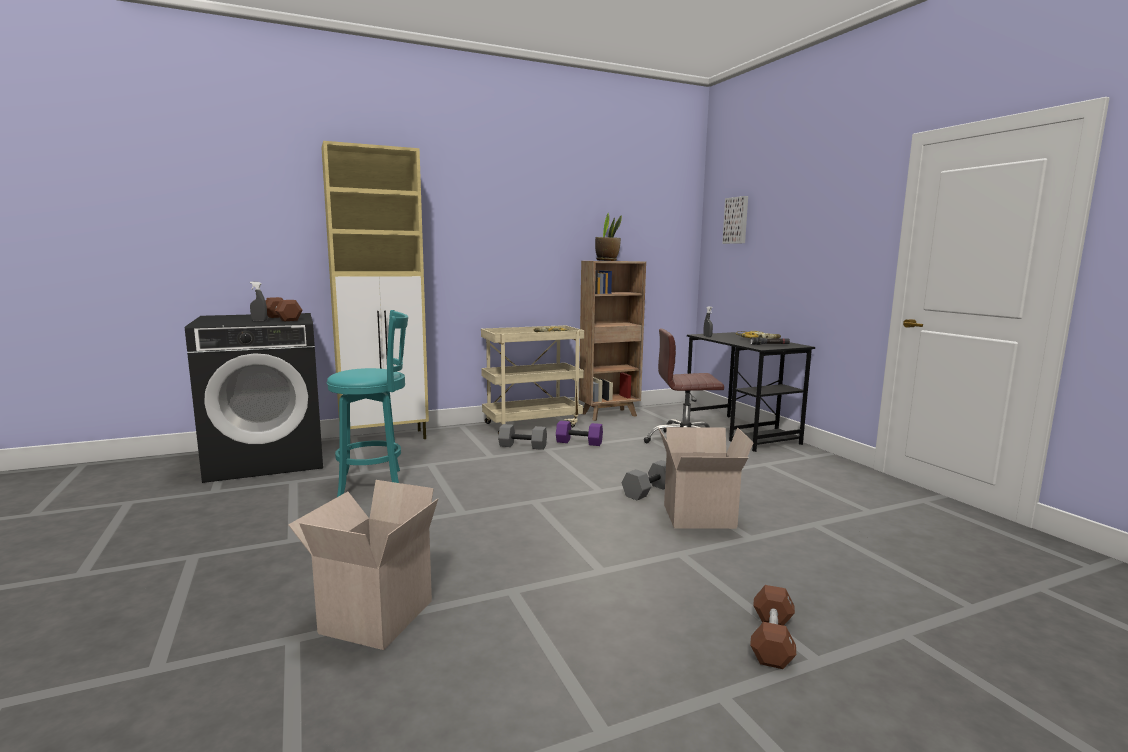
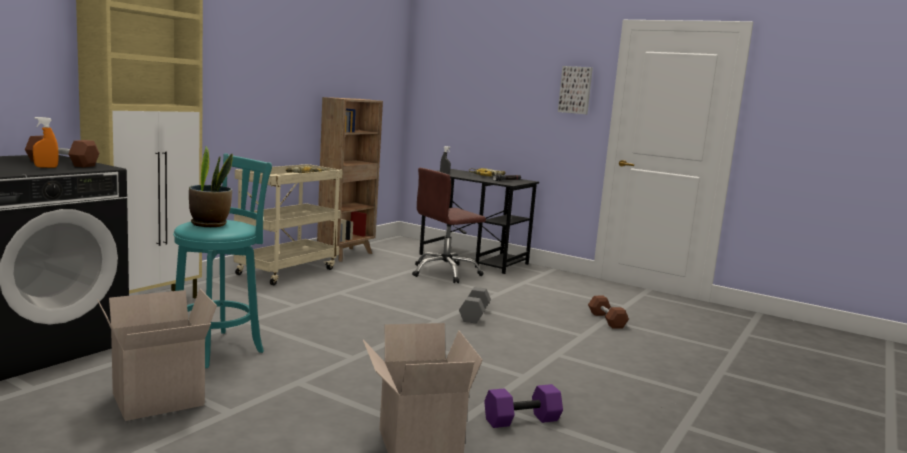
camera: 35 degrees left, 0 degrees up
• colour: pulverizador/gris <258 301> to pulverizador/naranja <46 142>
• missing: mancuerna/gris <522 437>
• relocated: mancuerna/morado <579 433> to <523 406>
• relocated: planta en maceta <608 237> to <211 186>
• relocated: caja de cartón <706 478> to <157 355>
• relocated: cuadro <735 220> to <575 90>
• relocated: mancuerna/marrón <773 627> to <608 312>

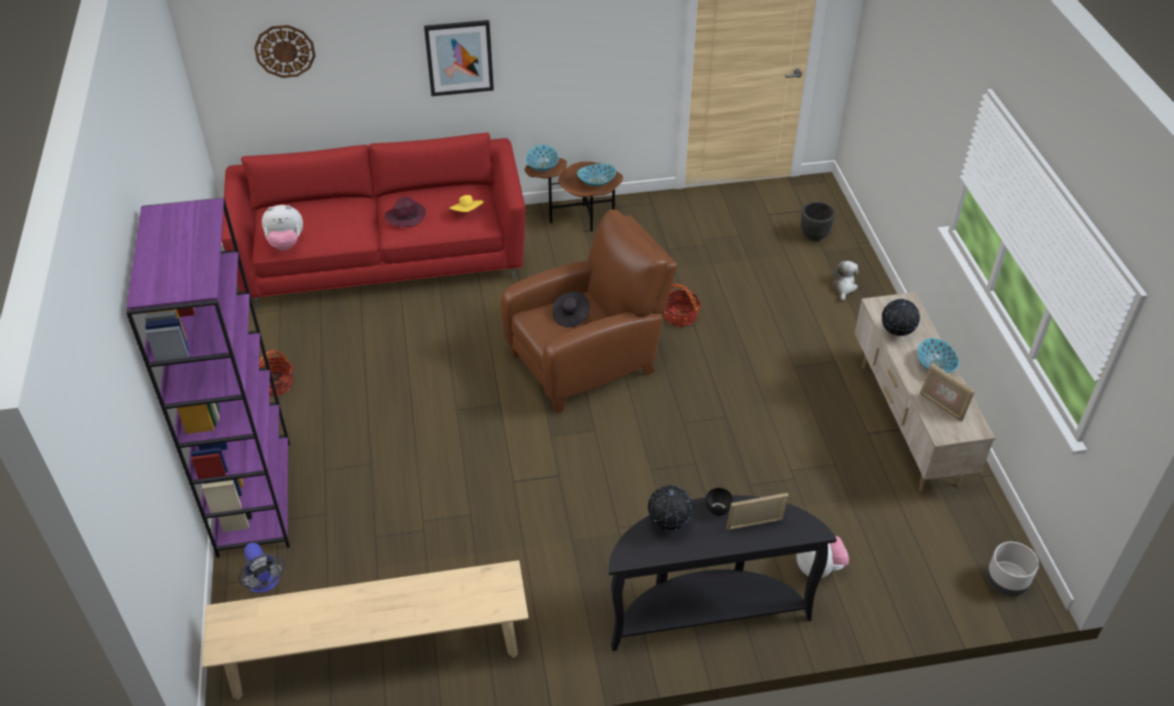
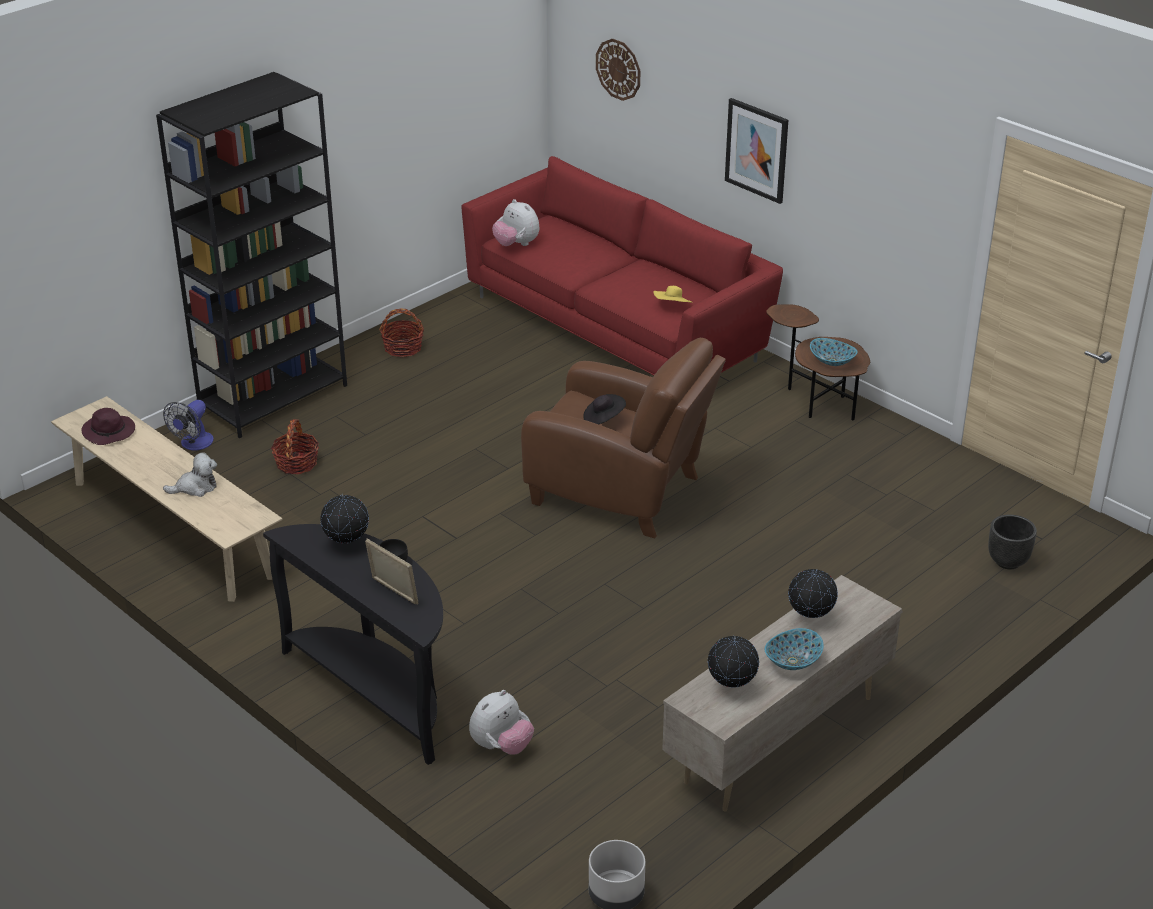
camera: 55 degrees right, 10 degrees down
• colour: estantería/morado <208 377> to estantería/negro <251 255>
• relocated: sombrero/morado <405 212> to <108 426>
• missing: cuenco <542 158>
• relocated: cesta <682 305> to <295 446>
• relocated: peluche <845 281> to <190 474>
• exchanged: portarretratos <947 393> to globo terráqueo <733 661>

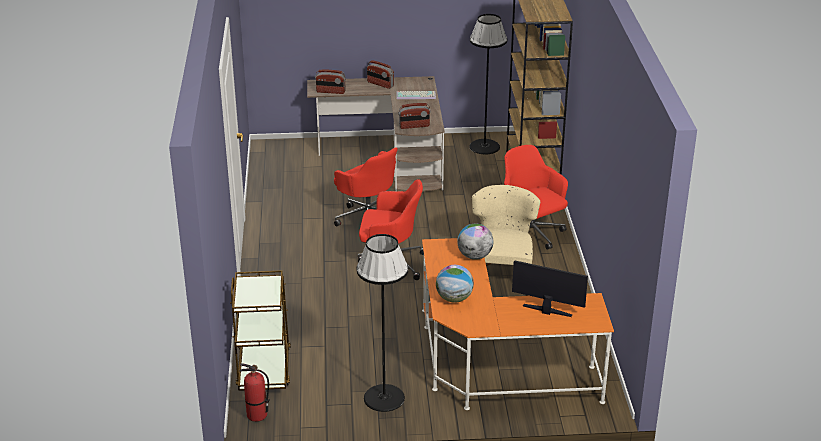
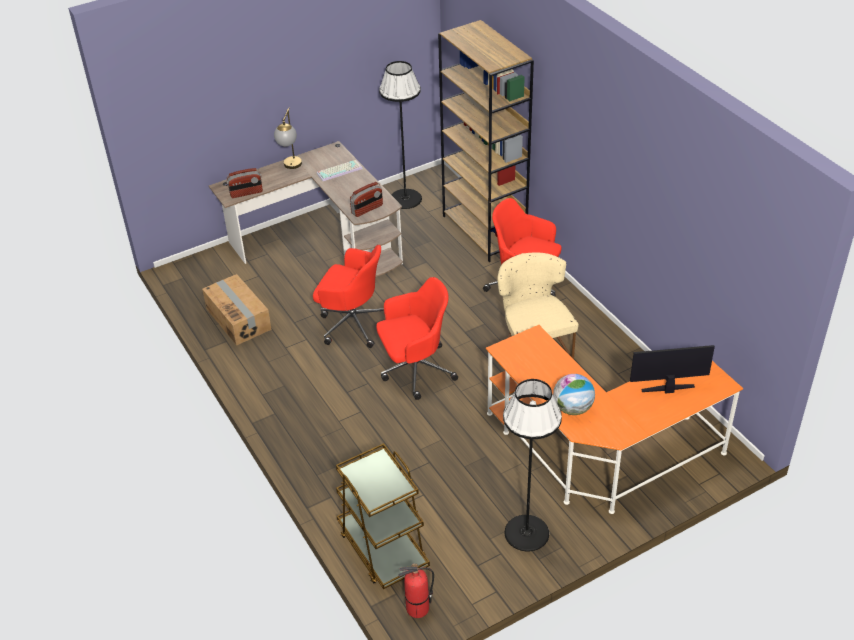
camera: 25 degrees left, 10 degrees up
• exchanged: radio <380 74> to lámpara de mesa <288 138>
• missing: globo terráqueo <475 241>
• appeared: caja de cartón <237 309>

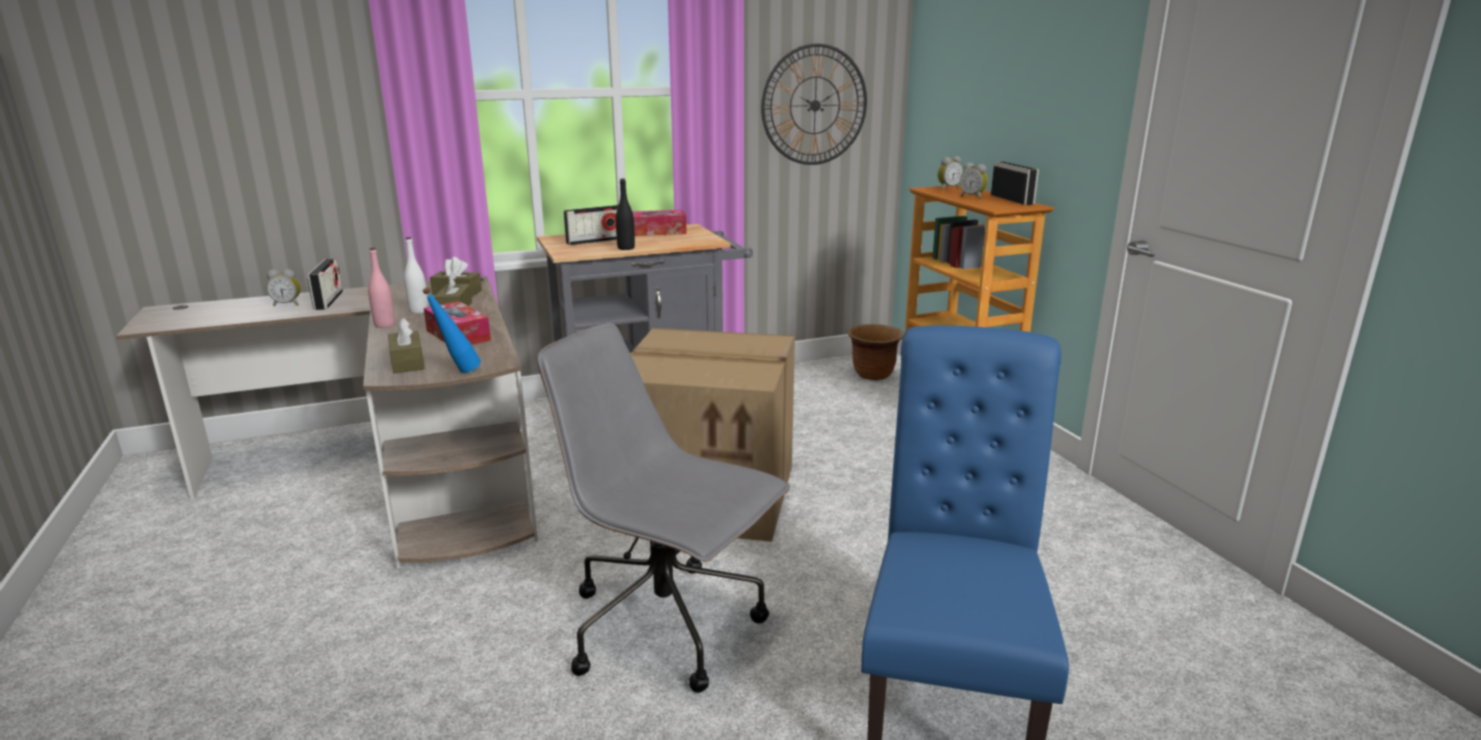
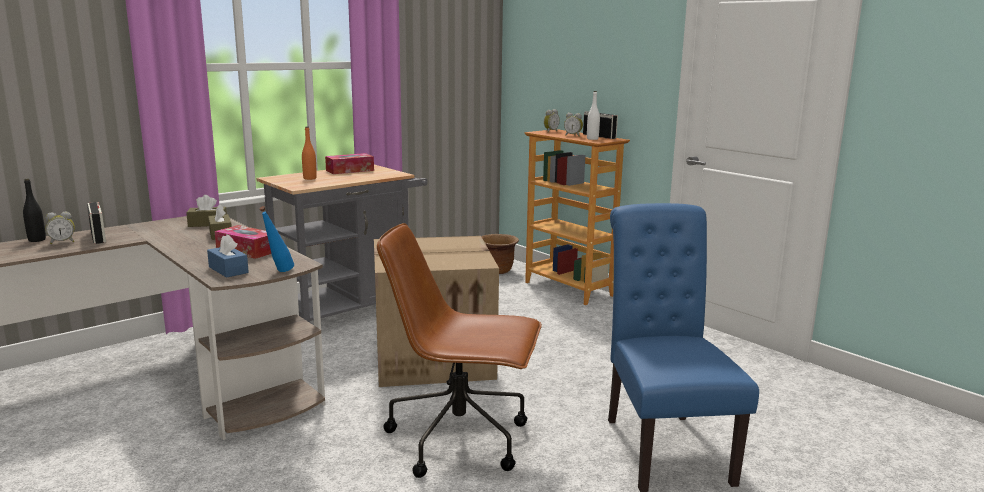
camera: 20 degrees left, 5 degrees down
• missing: botella/rosa <381 288>
• colour: caja de pañuelos/marrón <406 345> to caja de pañuelos/azul <228 256>
• relocated: botella/blanco <416 275> to <593 115>
• colour: silla de oficina/gris <663 508> to silla de oficina/marrón <459 350>
• exchanged: radio <591 225> to botella/naranja <309 153>
• relocated: botella/negro <625 214> to <34 210>
• missing: reloj de pared <814 104>

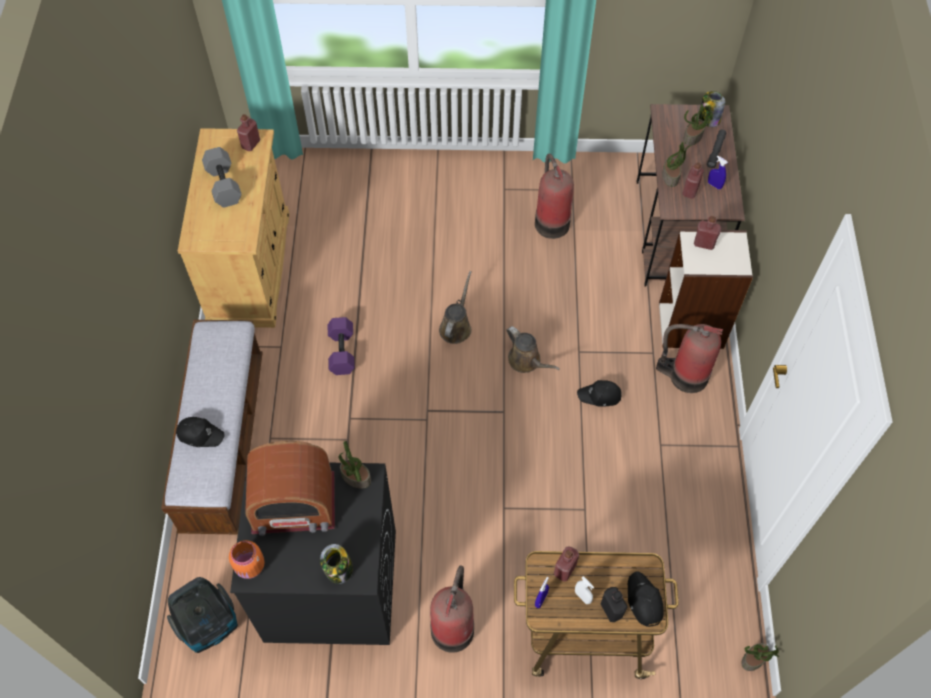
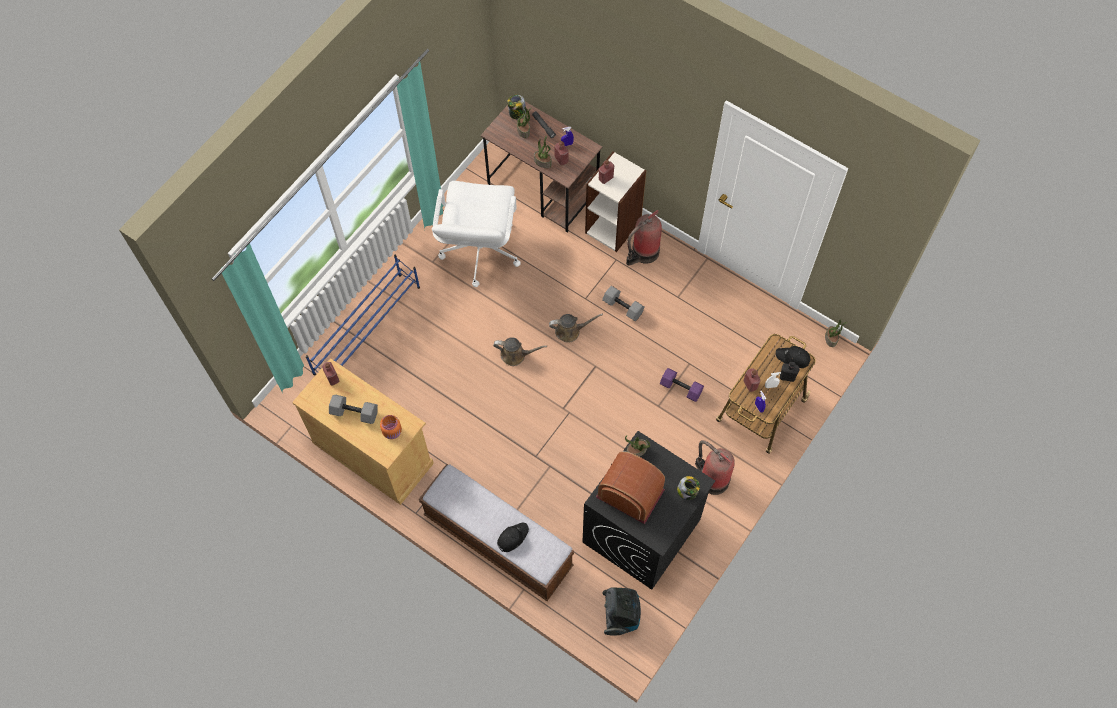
camera: 55 degrees left, 5 degrees up
• relocated: tarro/naranja <247 559> to <391 427>
• spun: radio <290 488> = <630 487> 90 degrees counterclockwise
• relocated: mancuerna/morado <341 346> to <682 385>
• spun: regadera/marrón <455 307> = <520 351> 135 degrees clockwise
• exchanged: extintor <554 196> to silla de oficina/blanco <476 234>
• exchanged: gorra/negro <599 393> to mancuerna/gris <623 303>
• appeared: zapatero/azul <363 315>

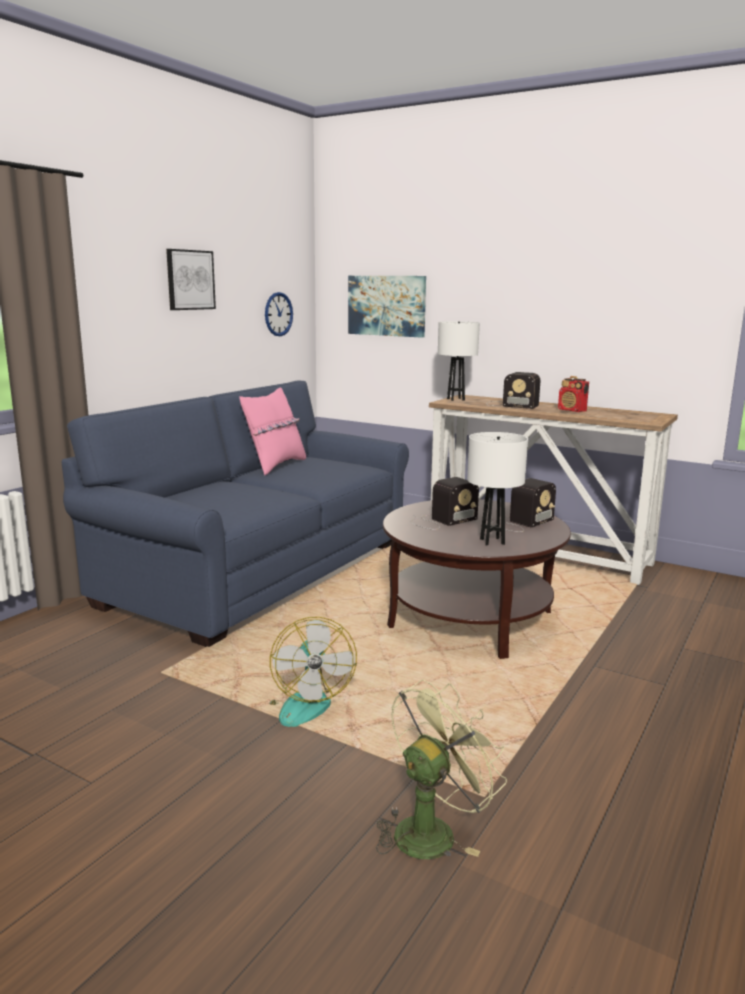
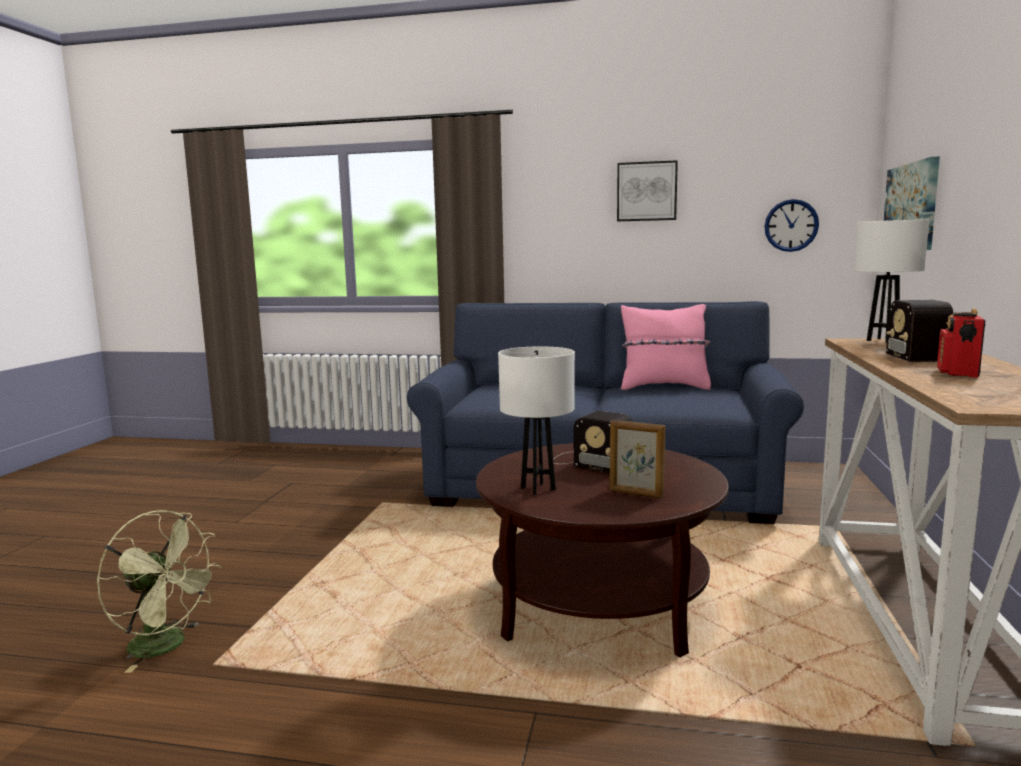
camera: 70 degrees right, 5 degrees down
• missing: ventilador <313 672>
• exchanged: radio <523 505> to portarretratos <637 459>

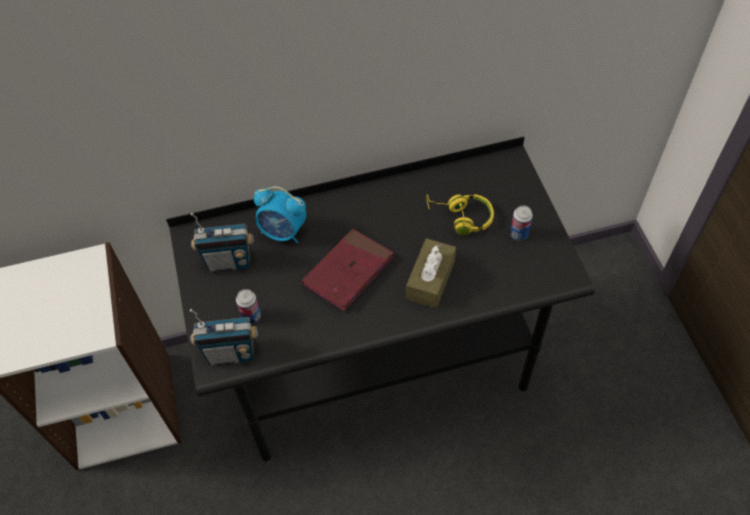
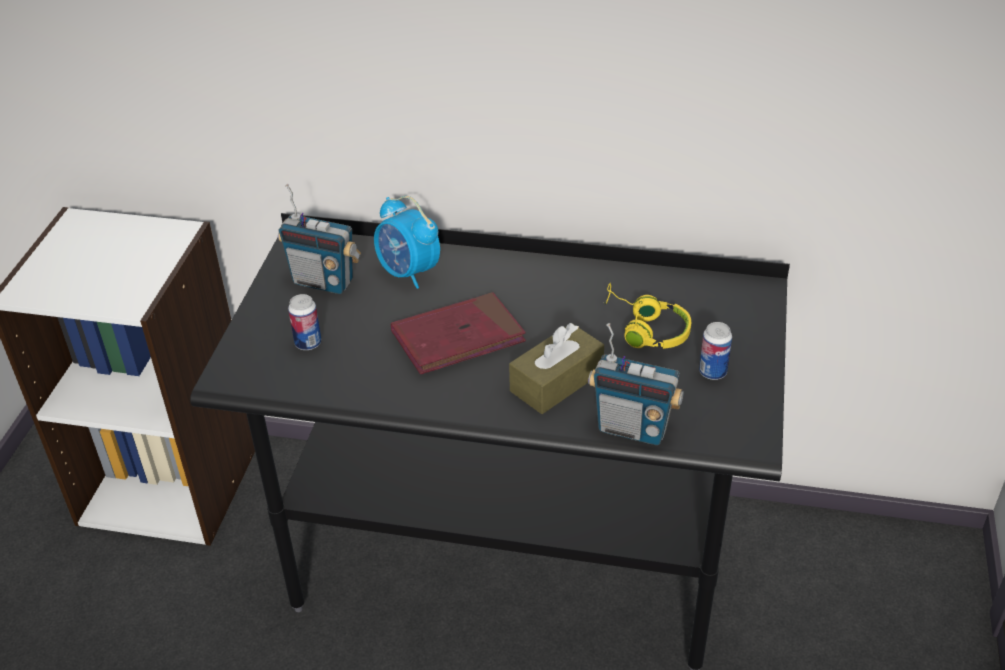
camera: 25 degrees right, 15 degrees down
• relocated: radio <224 337> to <636 384>

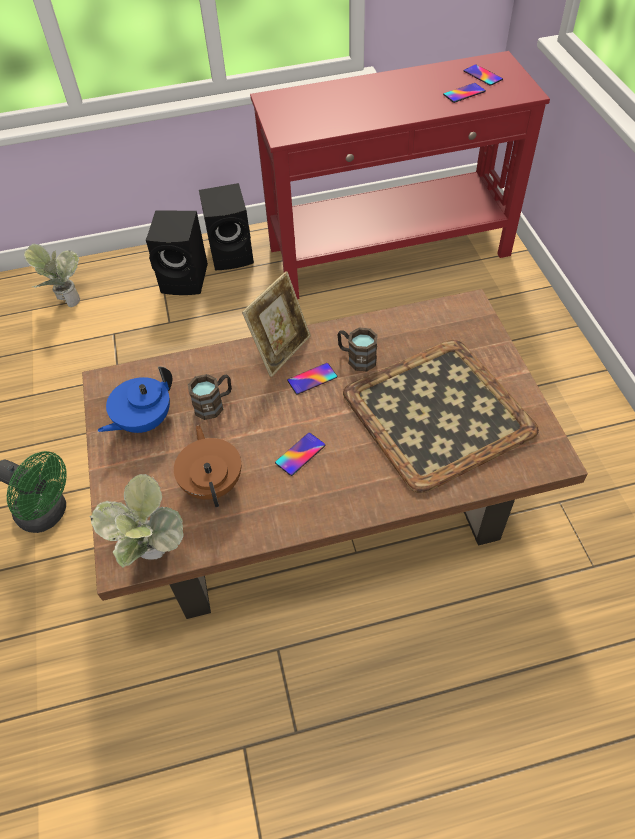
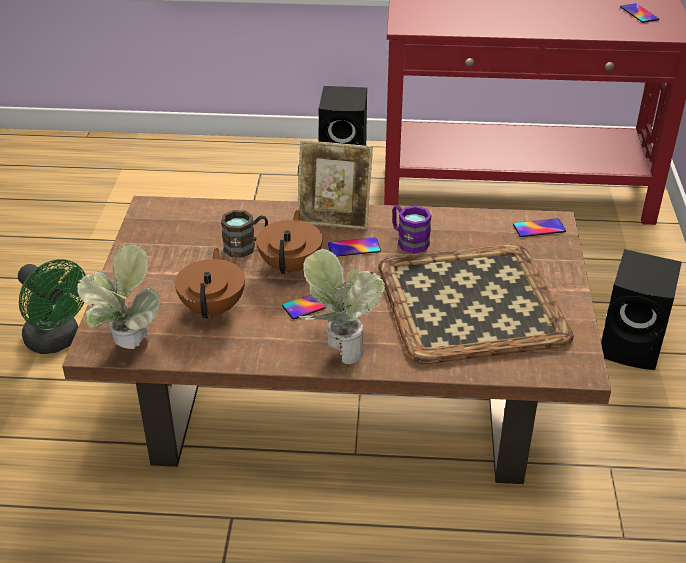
camera: 15 degrees right, 15 degrees down
• relocated: planta en maceta <52 275> to <341 306>
• missing: tetera/azul <135 399>
• relocated: altavoz/negro <177 252> to <641 309>
• spun: portarretratos <276 324> = <335 184> 45 degrees clockwise
• colour: taza grande/marrón <357 349> to taza grande/morado <412 229>
• relocated: móvil <464 93> to <539 227>
• appeared: tetera/marrón <289 243>

